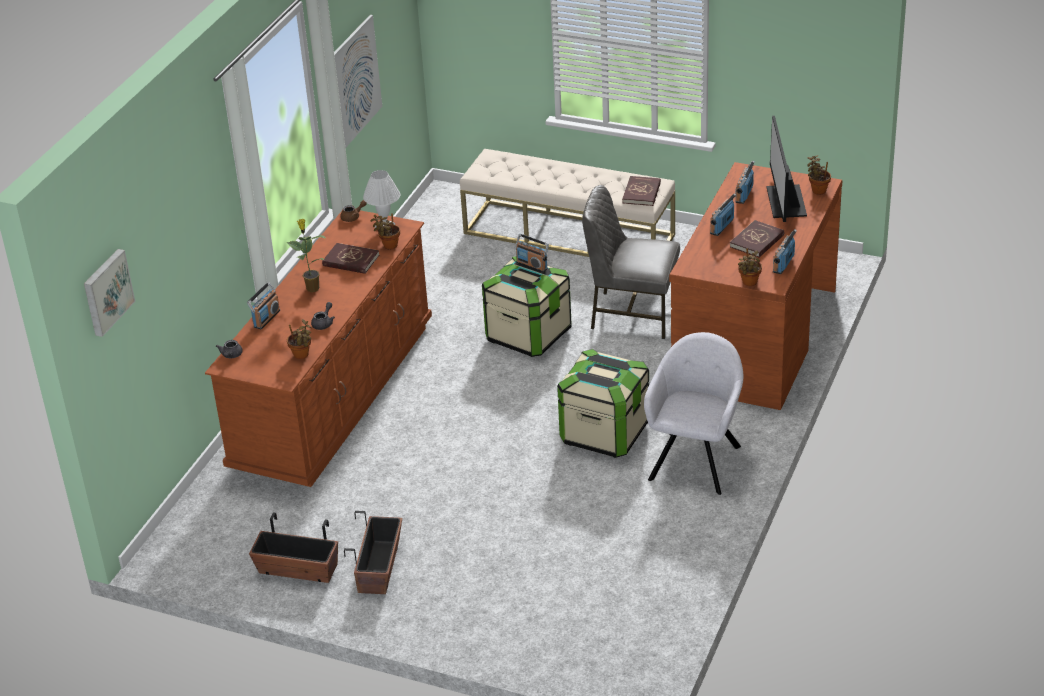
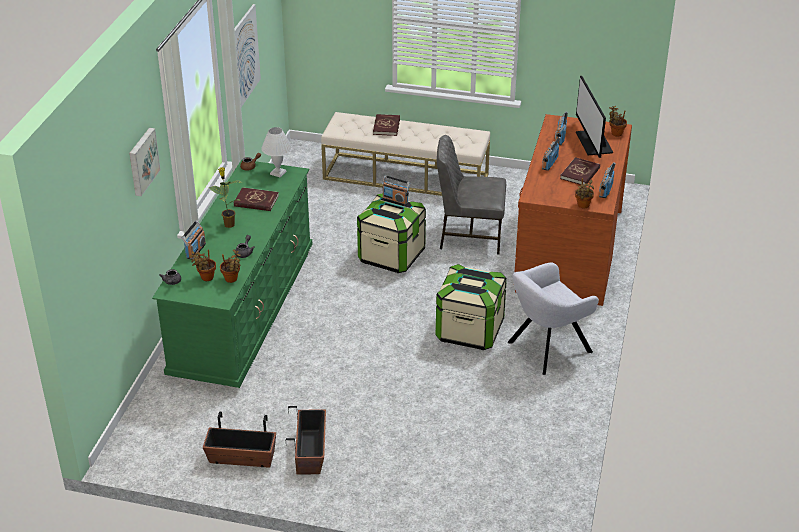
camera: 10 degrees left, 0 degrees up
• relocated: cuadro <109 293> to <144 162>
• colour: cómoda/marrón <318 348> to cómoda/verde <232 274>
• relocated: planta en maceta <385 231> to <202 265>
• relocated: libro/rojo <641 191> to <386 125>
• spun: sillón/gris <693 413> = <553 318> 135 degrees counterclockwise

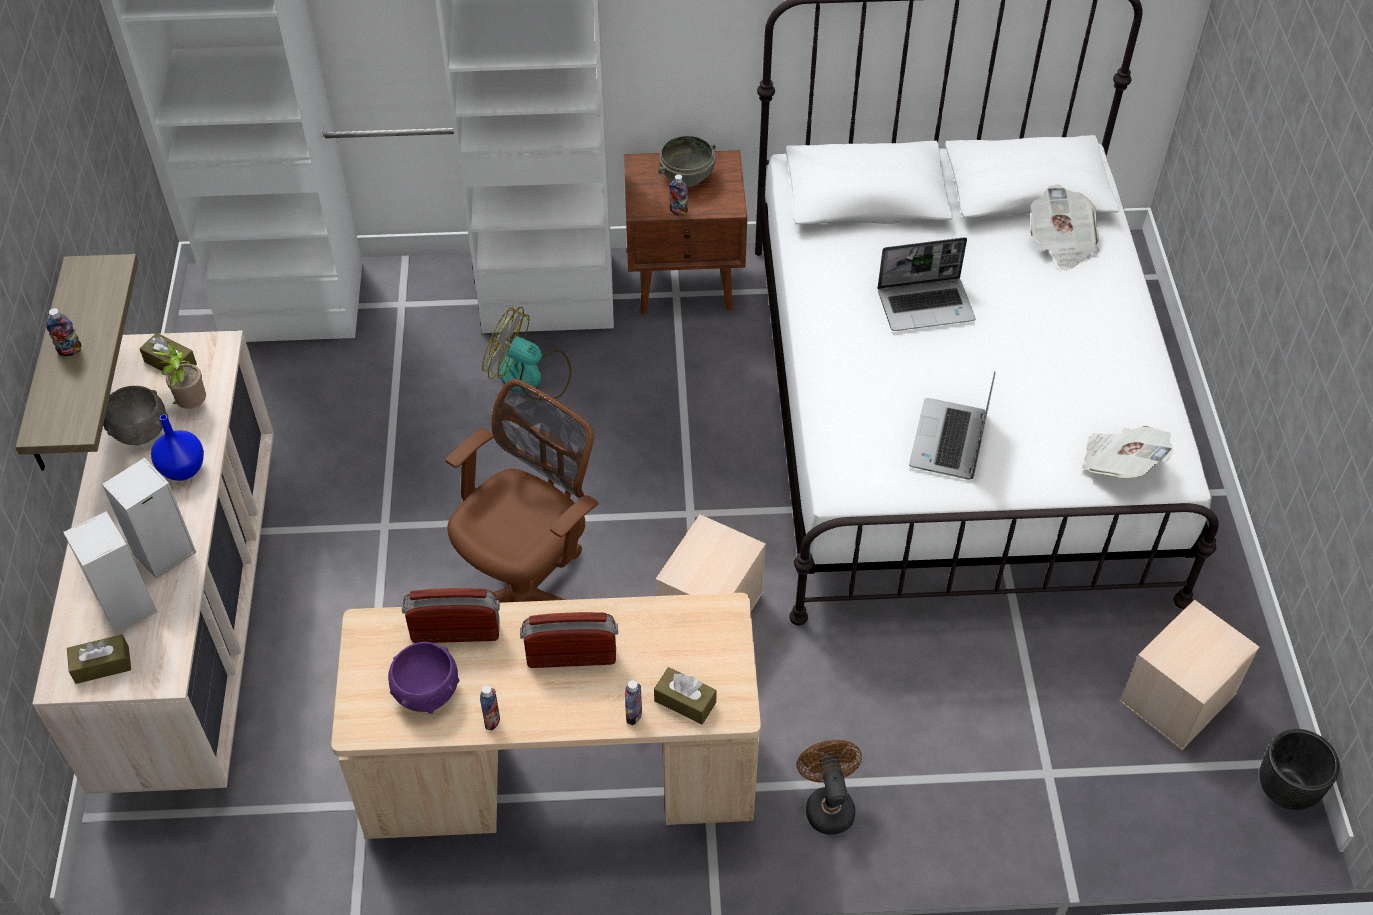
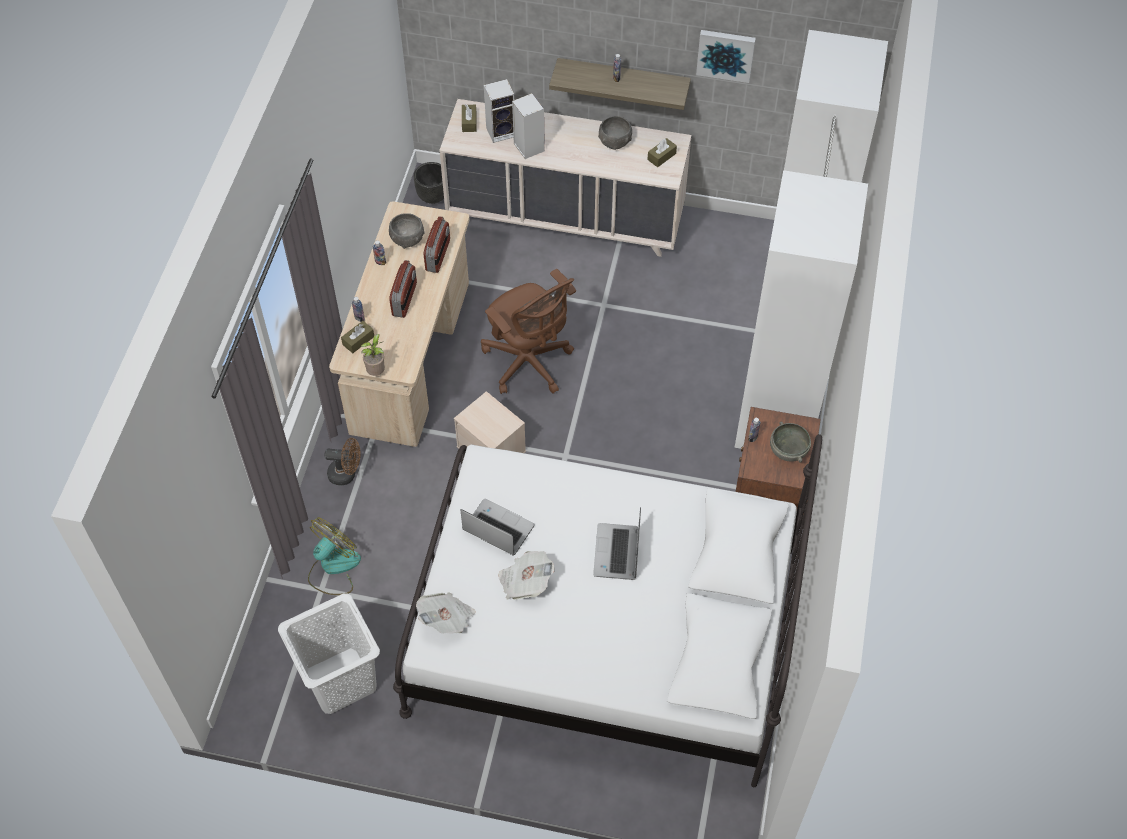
camera: 105 degrees right, 5 degrees up
• relocated: planta en maceta <178 375> to <373 355>
• missing: florero/azul <177 447>
• colour: cuenco/morado <423 678> to cuenco/gris <407 231>
• relocated: ventilador <527 353> to <334 556>
• relocated: periódico <1064 228> to <526 575>
• exchanged: caja de almacenaje/beis <1190 674> to cesto de la ropa/blanco <329 653>
• relocated: maceta/negro <1299 769> to <429 183>
• appeared: cuadro <726 56>

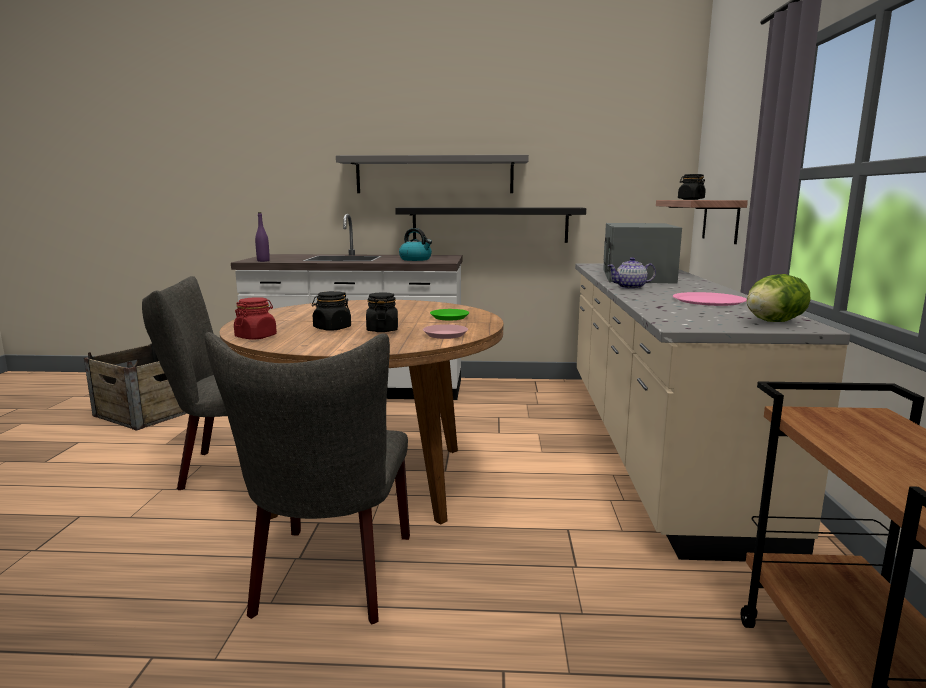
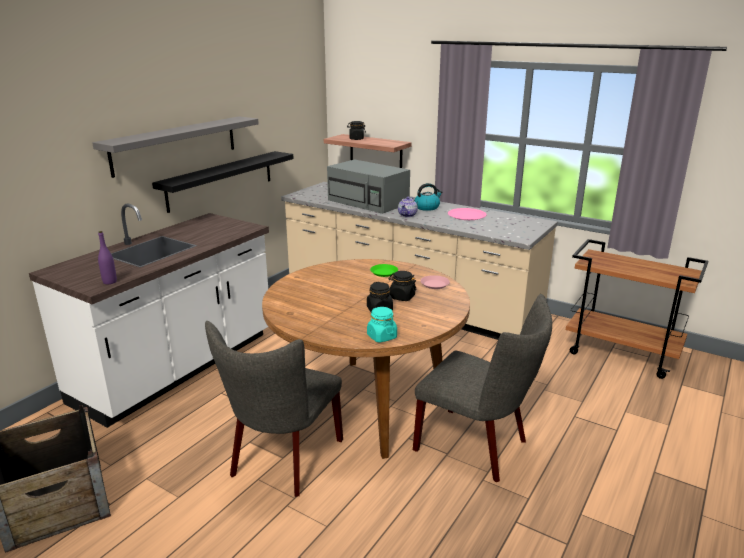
camera: 60 degrees left, 10 degrees up
• colour: tarro/rojo <255 318> to tarro/turquesa <382 325>
• relocated: hervidor <415 244> to <428 197>
• missing: lechuga <779 298>

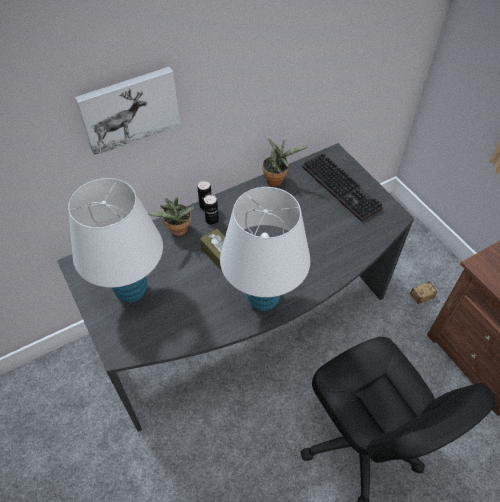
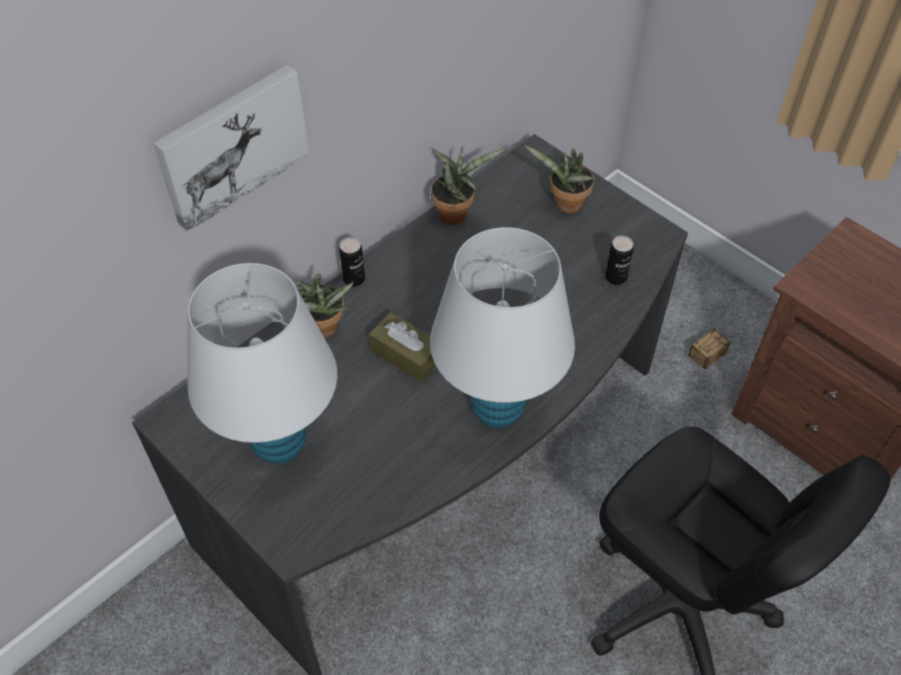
camera: 15 degrees left, 0 degrees up
• relocated: lata <211 210> to <619 260>
• exchanged: teclado <342 187> to planta en maceta <559 179>

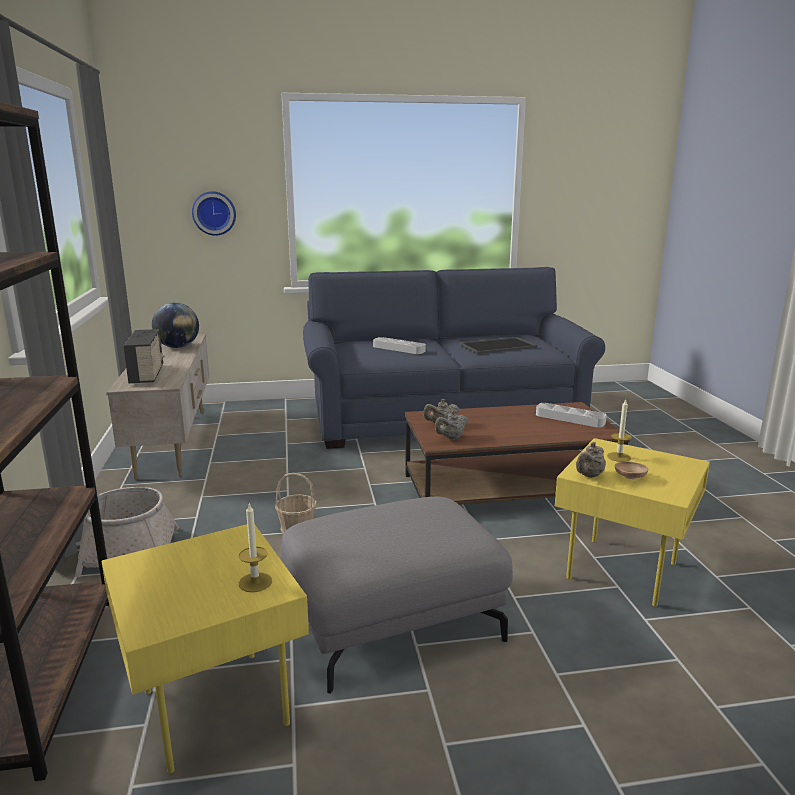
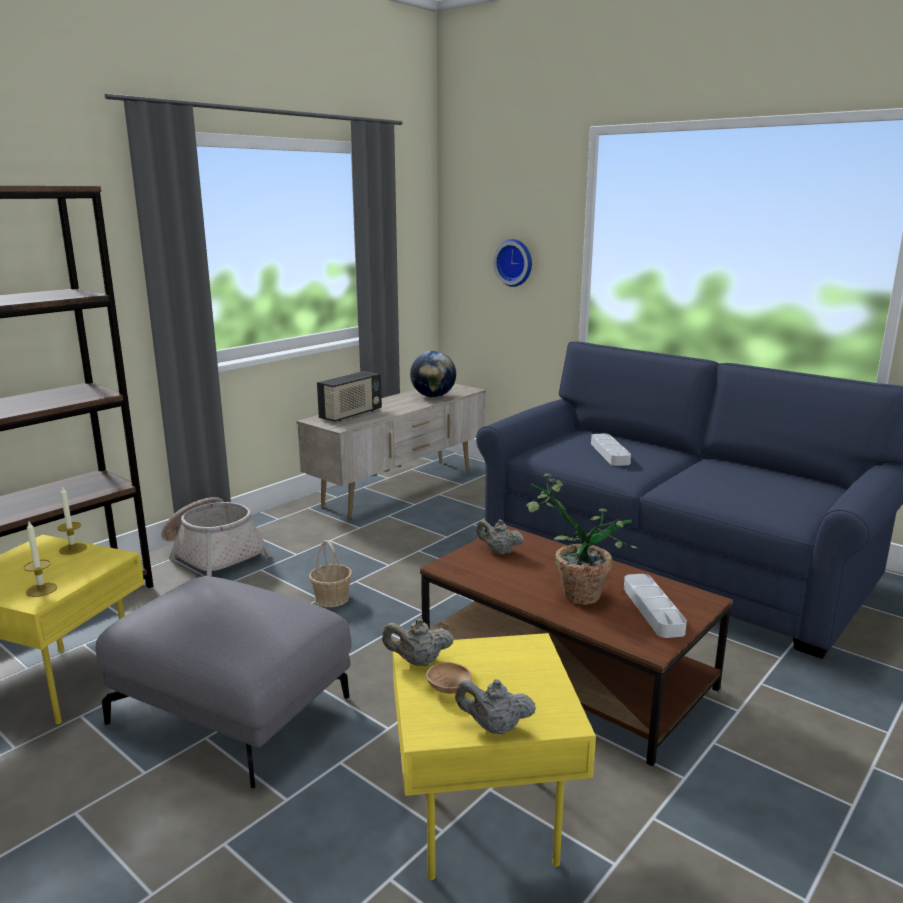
camera: 50 degrees right, 0 degrees up
• relocated: tetera/gris <451 424> to <495 707>
• missing: bandeja <498 345>
• relocated: vela <619 430> to <72 520>
• appeared: planta en maceta <581 539>

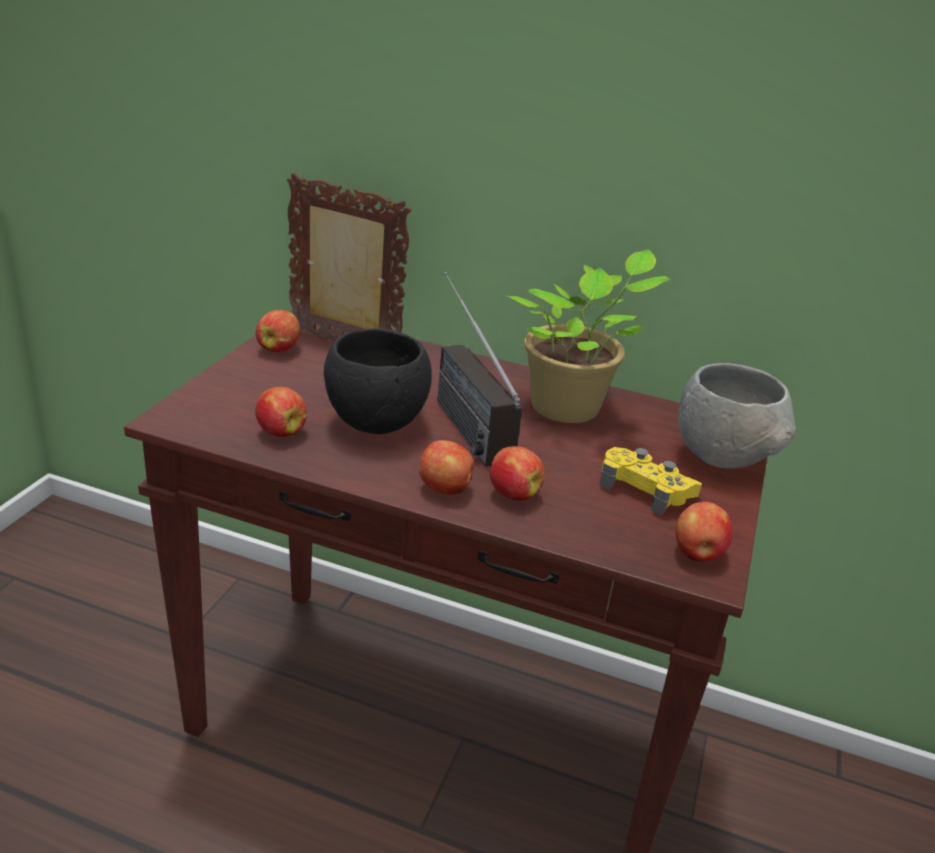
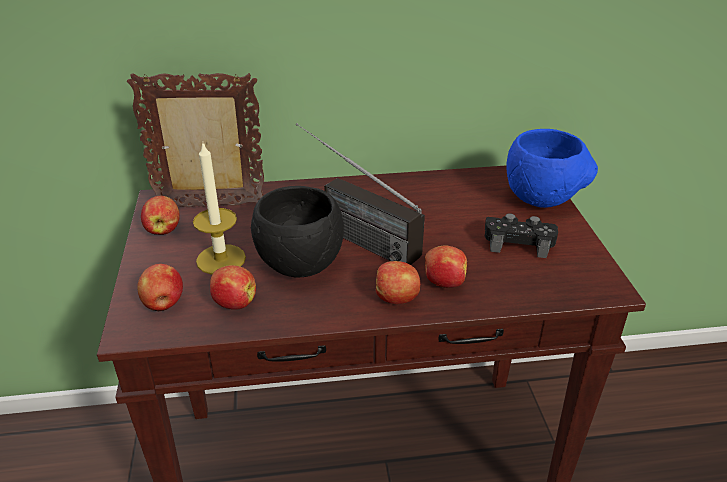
camera: 25 degrees left, 5 degrees up
• missing: planta en maceta <589 336>
• colour: mando de consola/amarillo <650 481> to mando de consola/negro <521 235>
• relocated: manzana <704 532> to <160 287>
• colour: cuenco/gris <737 415> to cuenco/azul <552 168>
• appeared: vela <219 209>

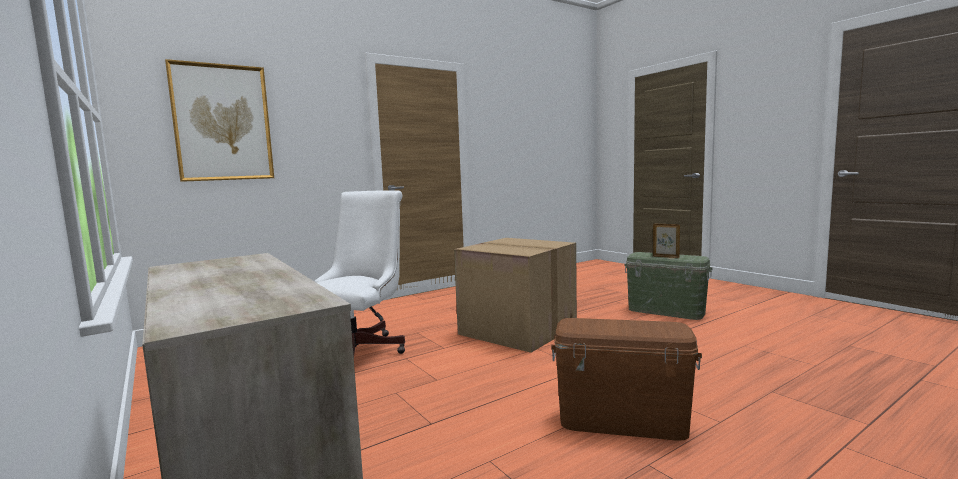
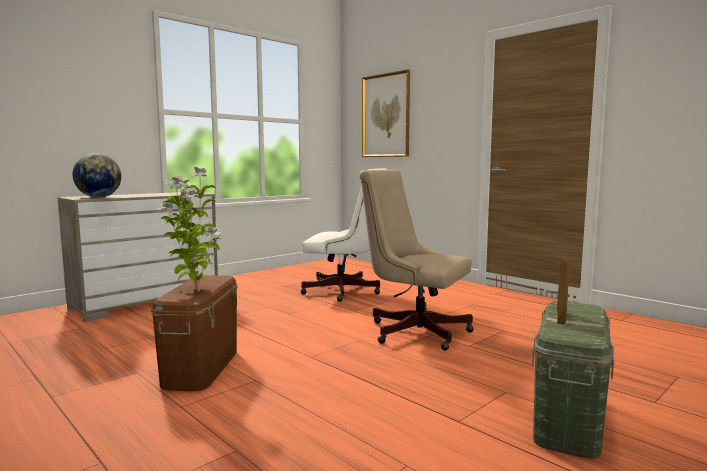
camera: 80 degrees right, 0 degrees up
• exchanged: caja de cartón <515 295> to silla de oficina/beis <416 259>
• appeared: globo terráqueo <97 175>
• appeared: planta en maceta <189 228>

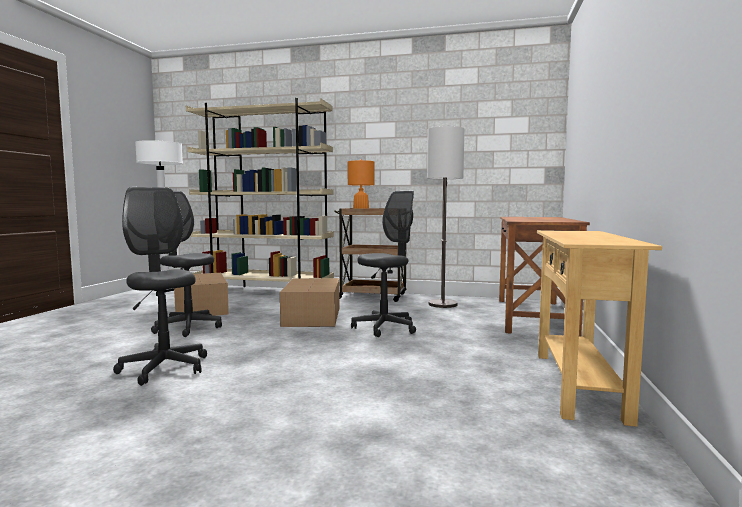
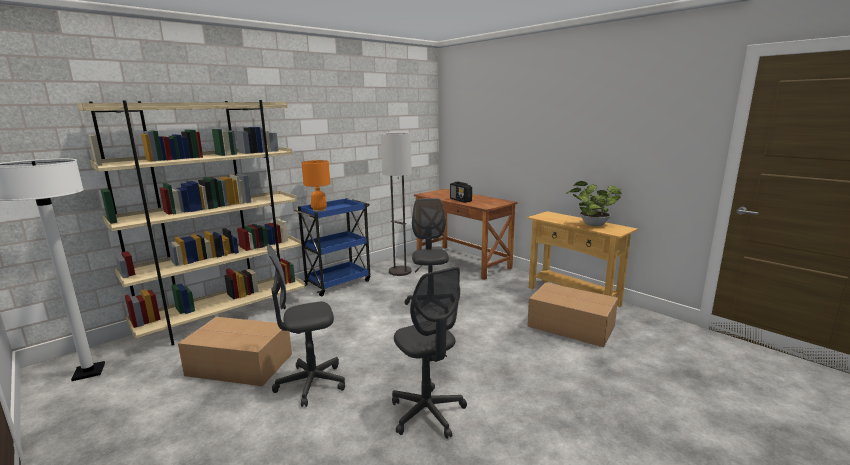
camera: 55 degrees left, 10 degrees up
• spun: silla de oficina/gris <160 286> = <429 353> 120 degrees counterclockwise
• relocated: caja de cartón <310 302> to <572 314>
• colour: carrito/marrón <370 255> to carrito/azul <332 247>
• appeared: radio <461 192>
• appeared: planta en maceta <594 204>

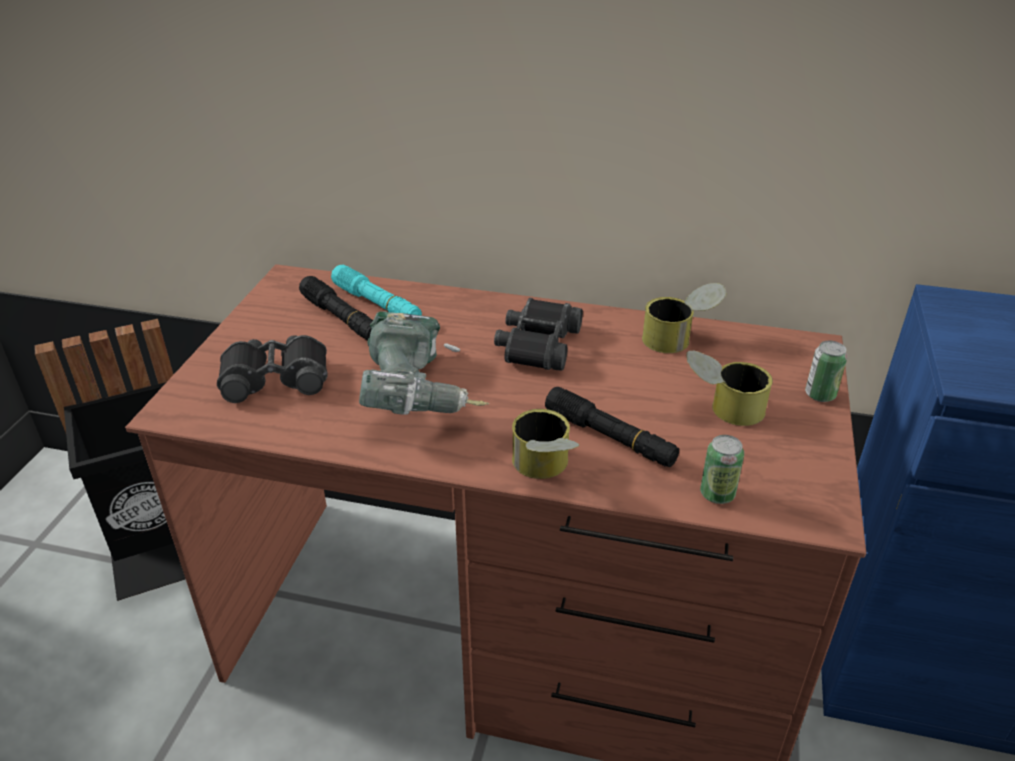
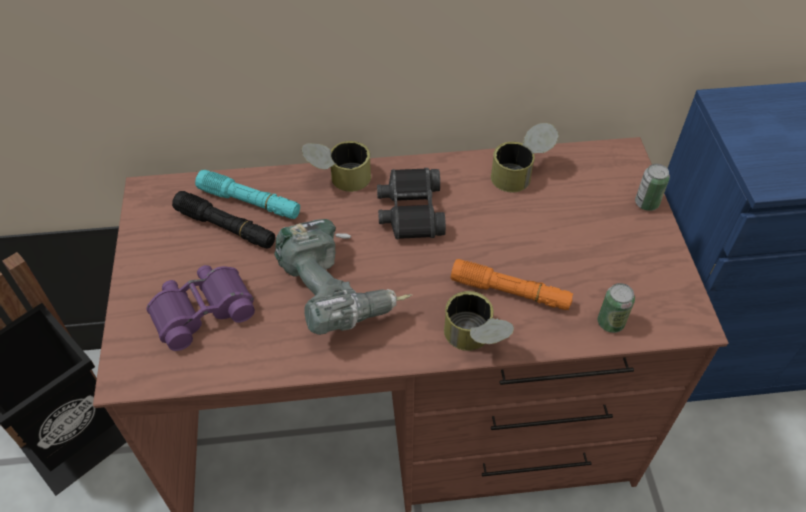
camera: 20 degrees left, 15 degrees up
• colour: prismáticos/negro <272 369> to prismáticos/morado <200 308>
• colour: linterna/negro <612 427> to linterna/naranja <512 284>
• relocated: lata <729 388> to <336 166>

